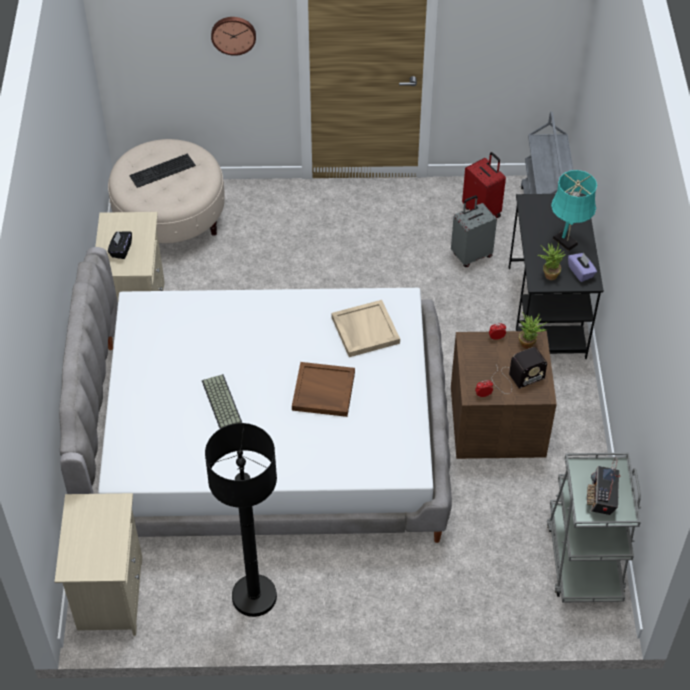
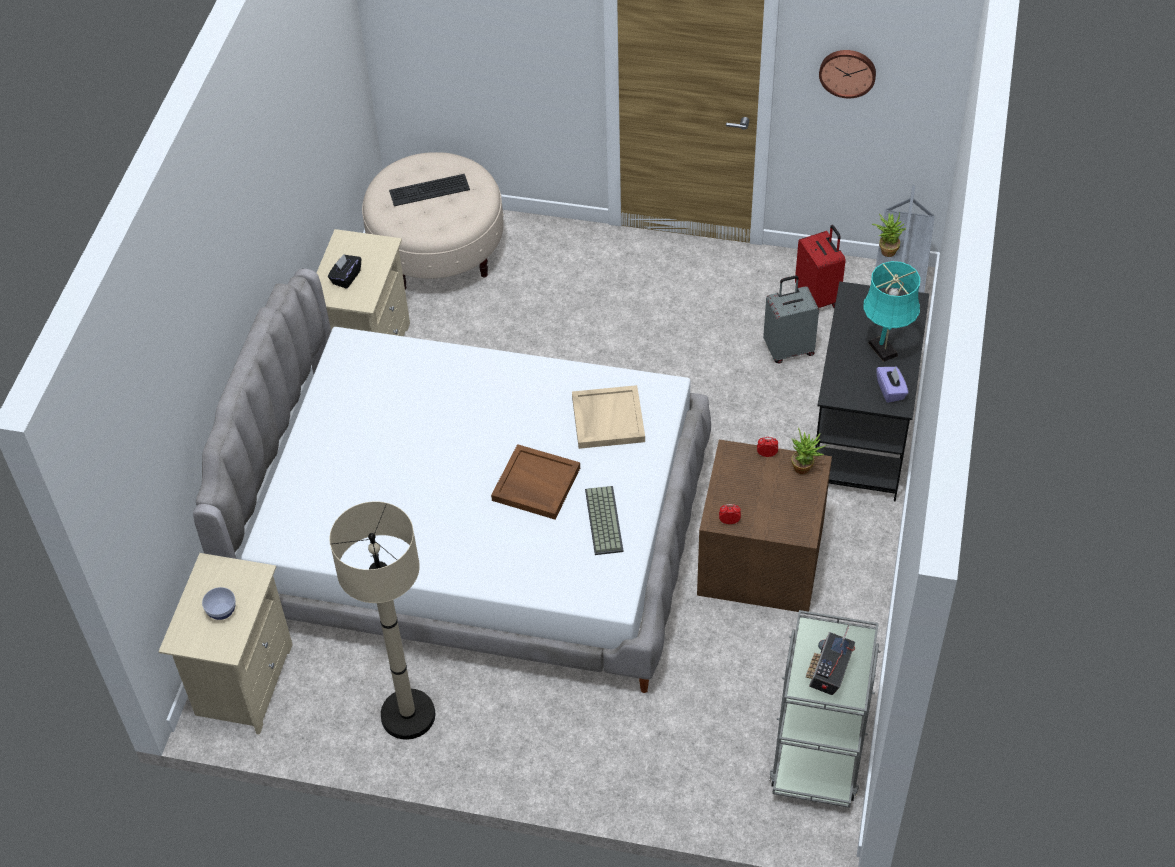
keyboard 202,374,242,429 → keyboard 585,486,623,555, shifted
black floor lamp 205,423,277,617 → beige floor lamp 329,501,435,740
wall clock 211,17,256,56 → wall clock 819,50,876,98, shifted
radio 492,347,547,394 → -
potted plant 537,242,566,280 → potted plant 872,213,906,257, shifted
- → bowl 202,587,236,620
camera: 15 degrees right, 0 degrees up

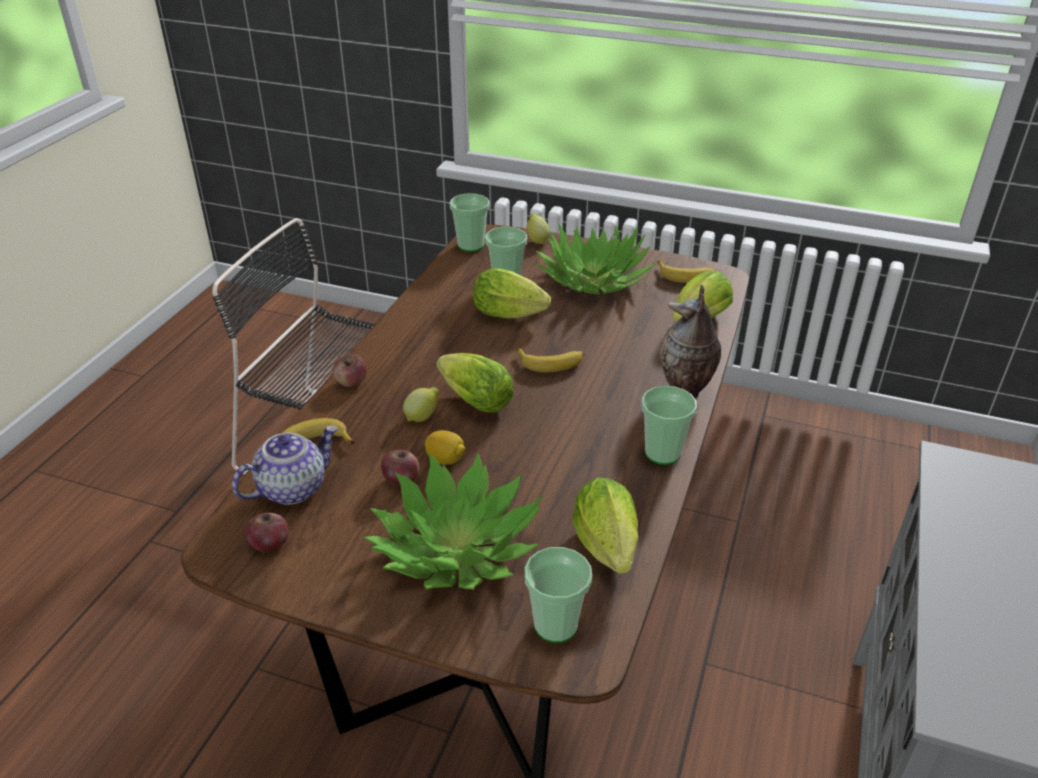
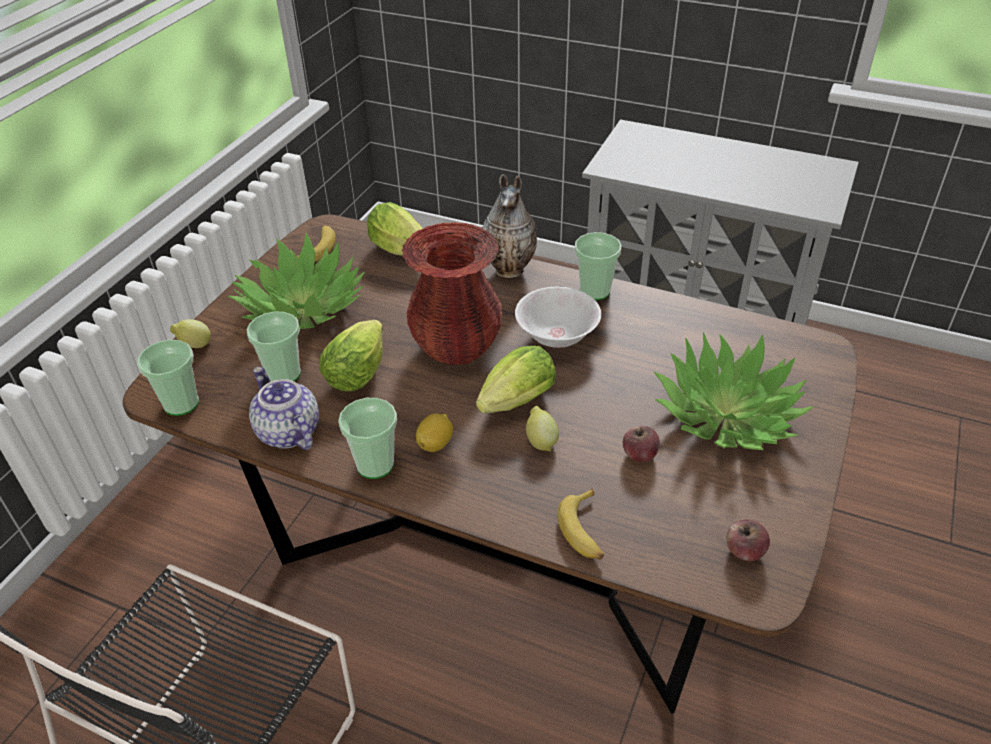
teapot 232,425,338,505 → teapot 249,367,319,450, shifted
apple 333,354,367,387 → -
lemon 425,430,465,465 → lemon 416,413,453,452, shifted
banana 516,348,584,372 → red vase 402,222,502,365
cup 525,547,592,643 → cup 338,398,397,479, shifted
lettuce 572,478,638,574 → -
- → white bowl 515,287,601,348
camera: 85 degrees left, 5 degrees up

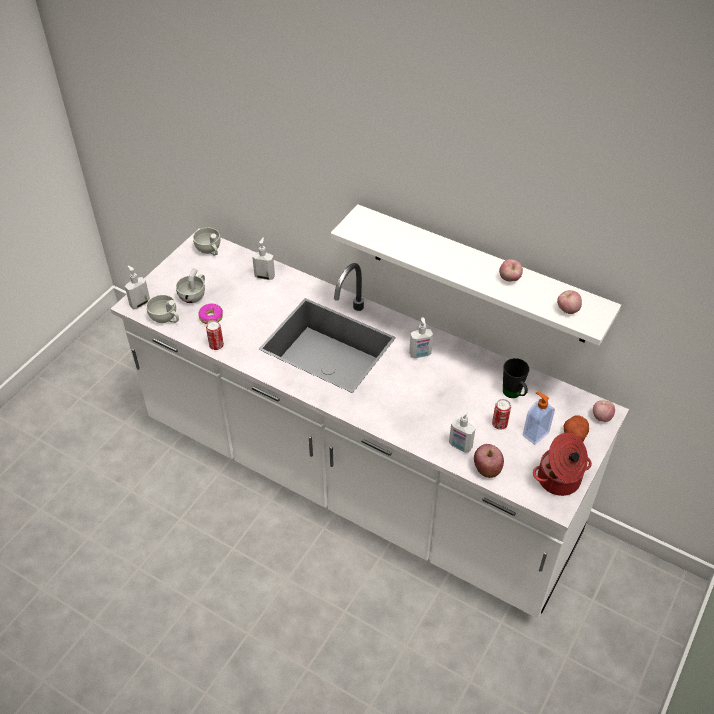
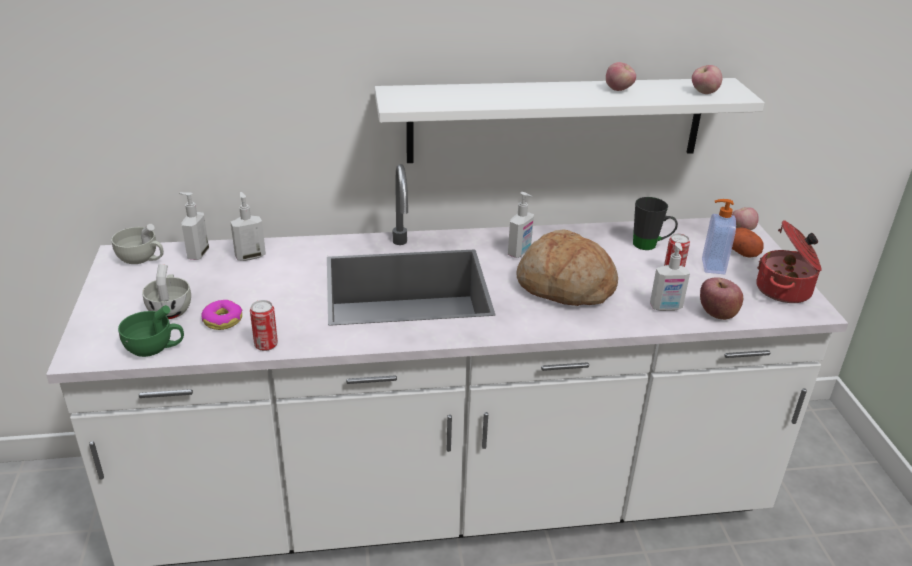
soap dispenser 125,265,150,309 → soap dispenser 179,192,209,260, shifted
white cup 146,295,179,323 → green cup 118,305,184,357
- → bread 516,229,618,306
camera: 40 degrees left, 15 degrees down

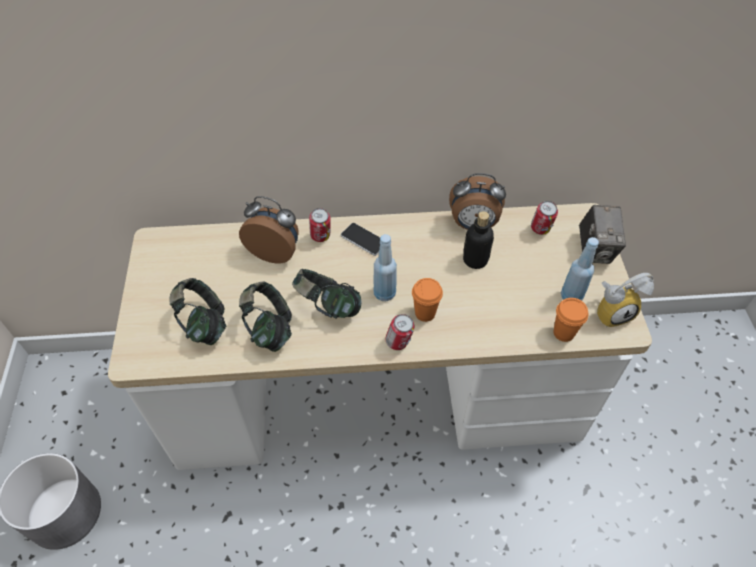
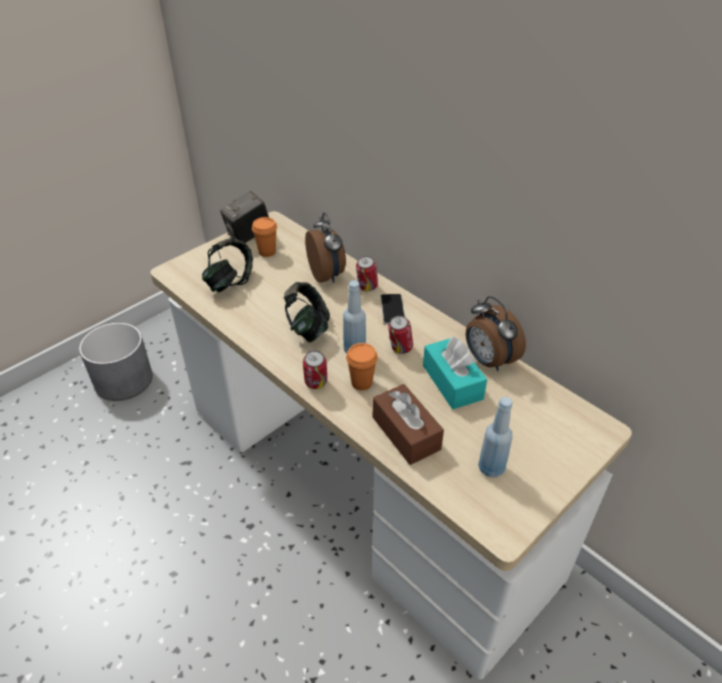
headphones 239,282,292,352 → -
bottle 463,211,494,269 → turquoise tissue box 423,337,487,409
can 531,201,558,235 → can 388,315,413,354, shifted
orange cup 553,298,589,342 → orange cup 252,217,277,257, shifted
photo camera 579,205,626,264 → photo camera 220,191,269,243, shifted
alarm clock 597,273,654,328 → -
- → brown tissue box 373,384,444,465
camera: 50 degrees right, 10 degrees down

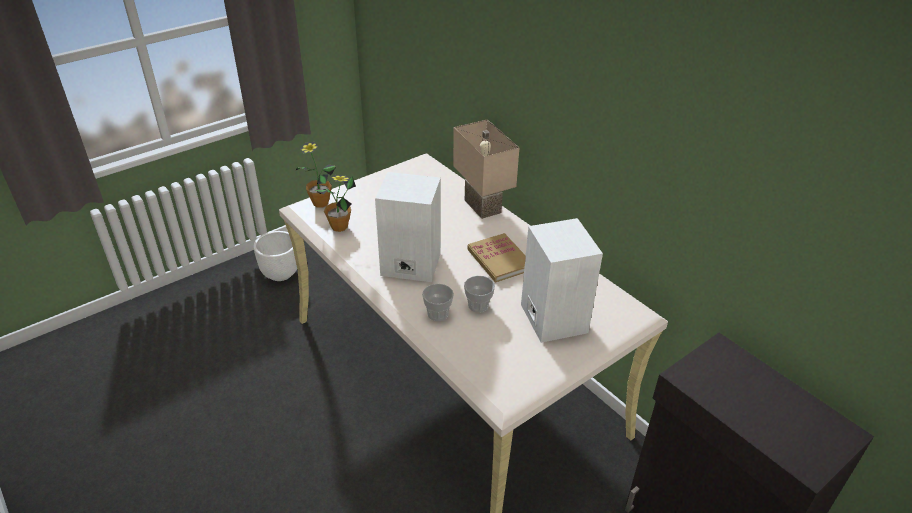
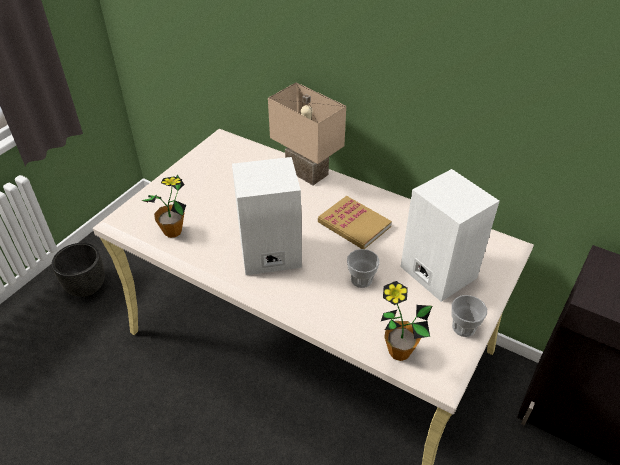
white planter 253,231,297,281 → black planter 52,243,105,297
potted plant 296,142,336,208 → potted plant 381,281,432,361, shifted
cup 422,284,454,321 → cup 451,295,487,337, shifted
camera: 20 degrees left, 5 degrees up

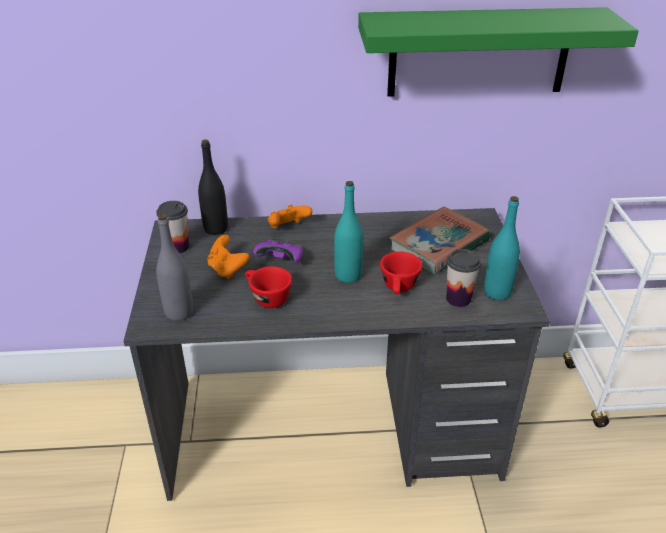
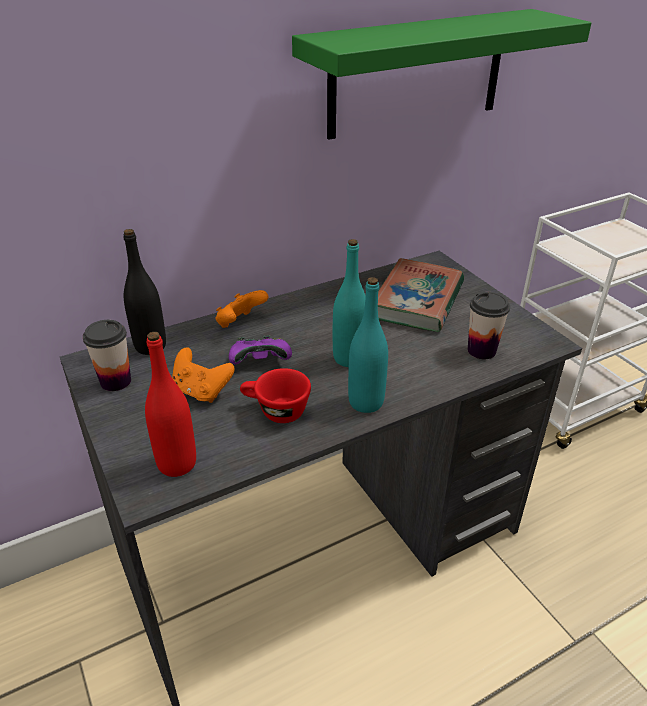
grey bottle 156,214,193,321 → red bottle 145,332,196,477
red cup 380,252,422,294 → -
turquoise bottle 484,196,520,300 → turquoise bottle 348,277,388,413, shifted
camera: 25 degrees left, 0 degrees up

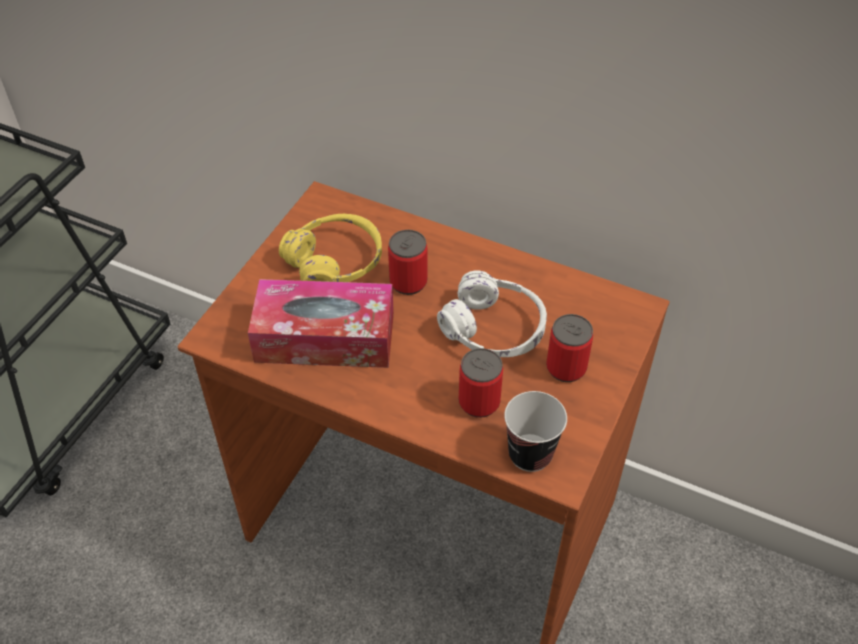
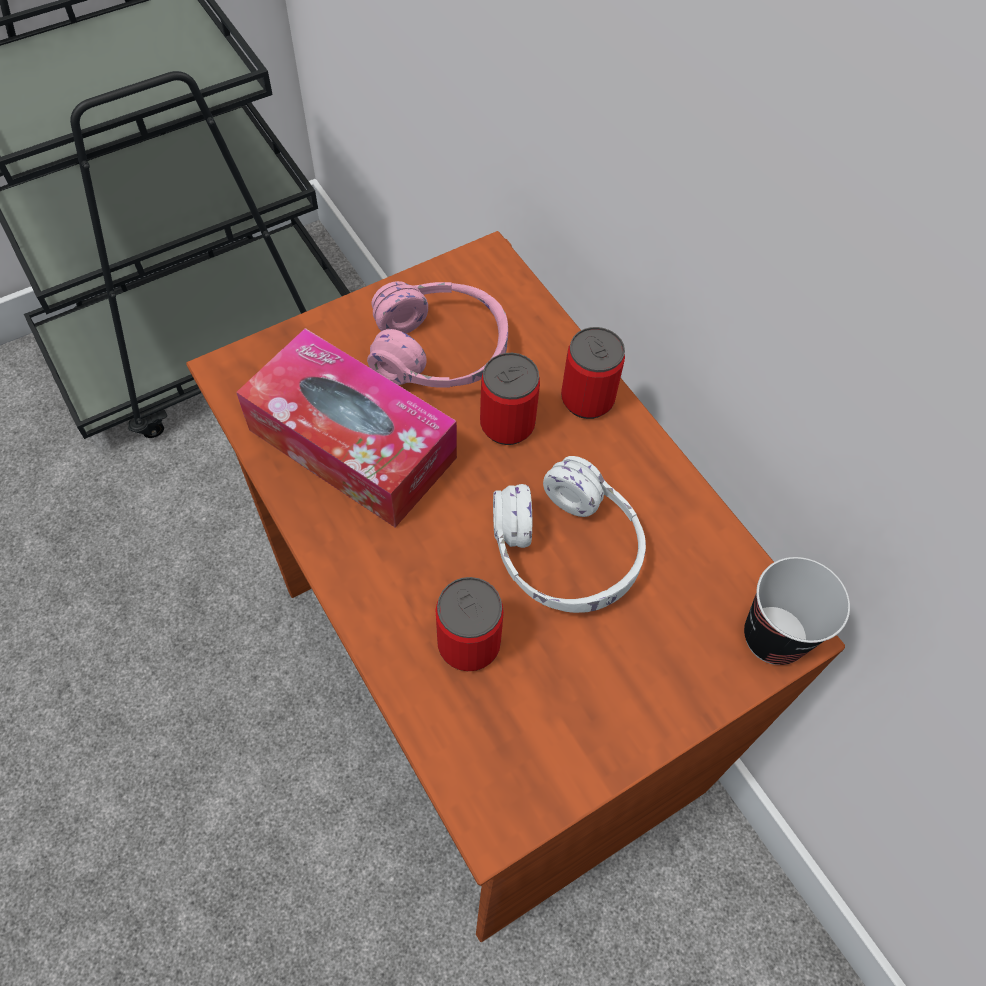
yellow headphones 279,214,382,282 → pink headphones 367,281,508,387
cup 504,391,567,472 → cup 744,557,850,665, shifted
can 546,314,593,382 → can 561,327,625,419, shifted
camera: 30 degrees right, 10 degrees up

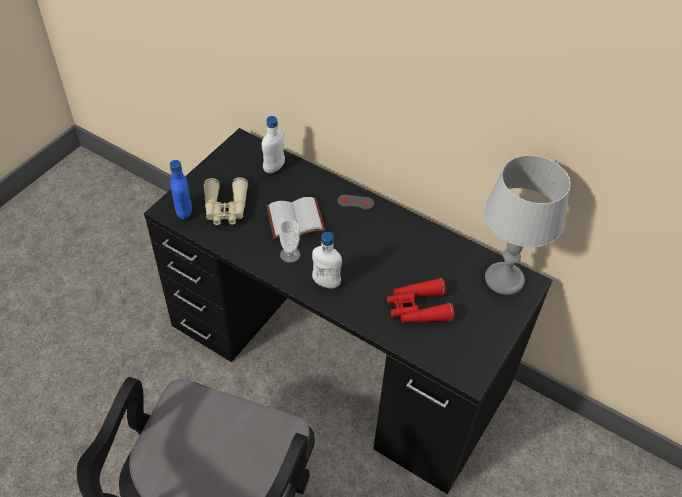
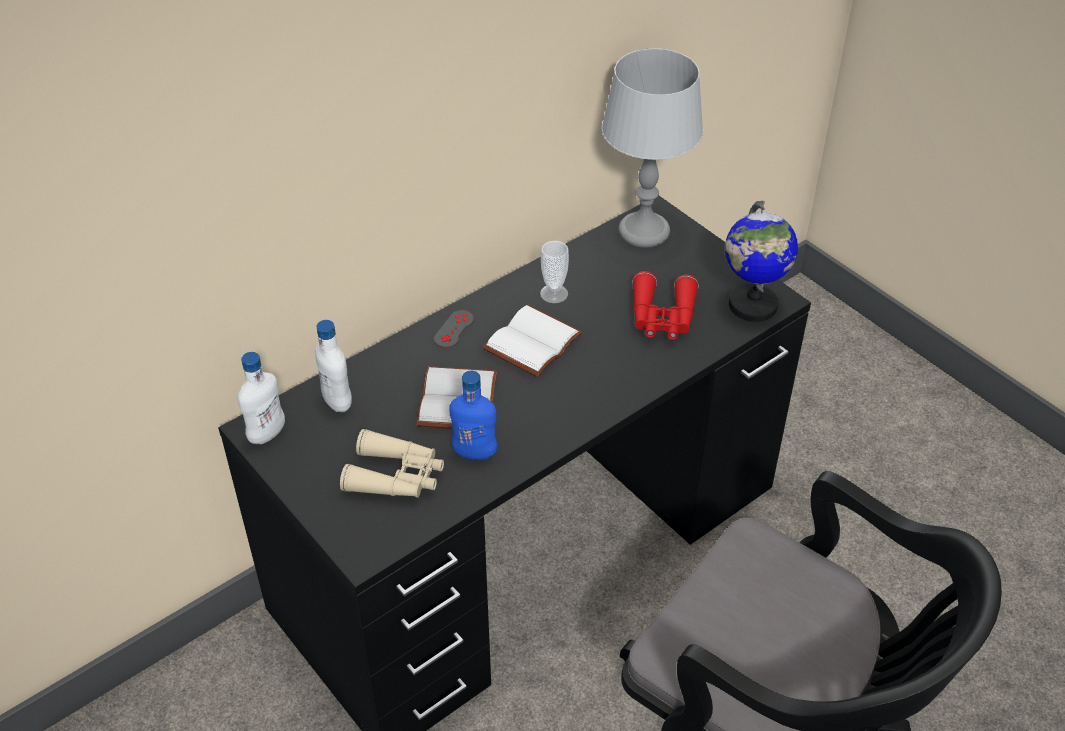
blue bottle 170,160,192,220 → blue bottle 449,370,497,460, shifted
cup 279,220,300,263 → cup 540,241,569,303, shifted
white bottle 312,232,342,289 → white bottle 238,352,285,444, shifted
- → white book 483,305,583,377
- → globe 725,200,798,322
camera: 70 degrees left, 5 degrees down

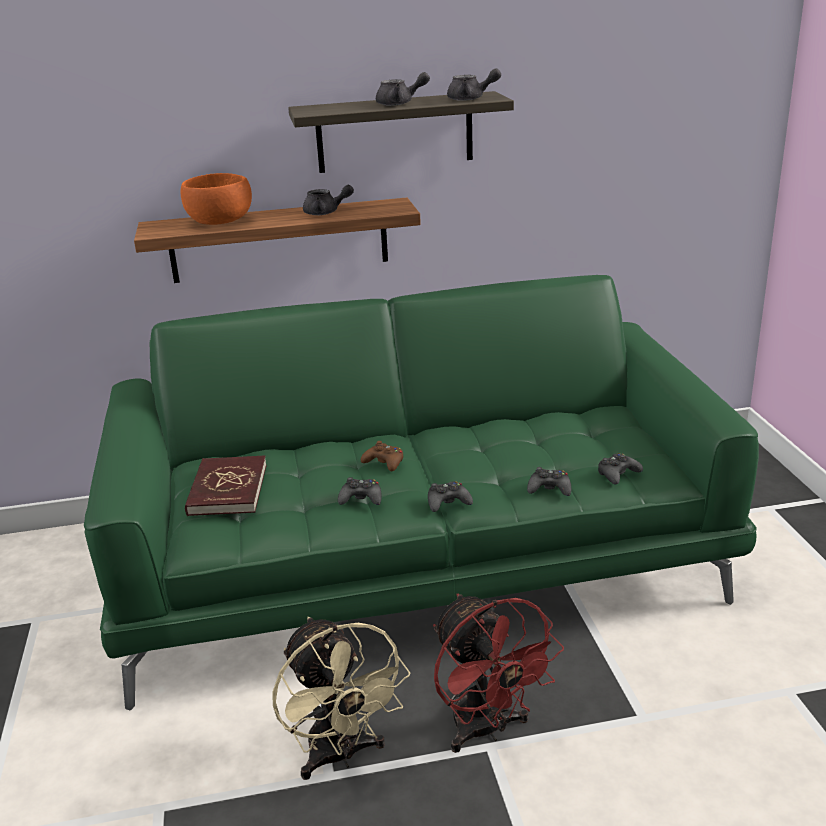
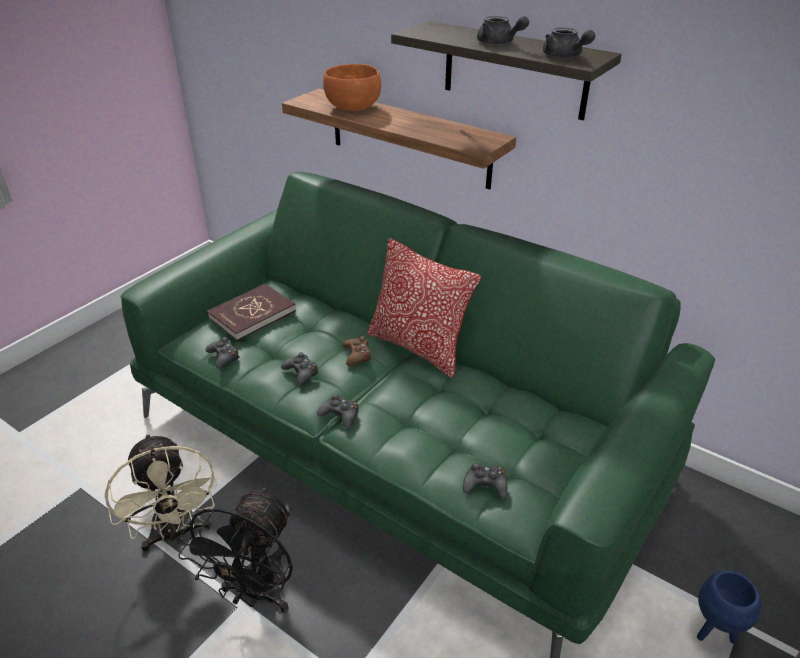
beige fan 273,617,410,780 → beige fan 105,433,218,552, 45 degrees counterclockwise
grey teapot 303,185,354,215 → -
red fan 433,594,564,753 → black fan 178,486,293,613
black game controller 527,467,571,496 → black game controller 206,337,240,369, shifted
- → pillow 367,238,481,378
- → blue planter 697,570,761,644
camera: 45 degrees right, 10 degrees up

